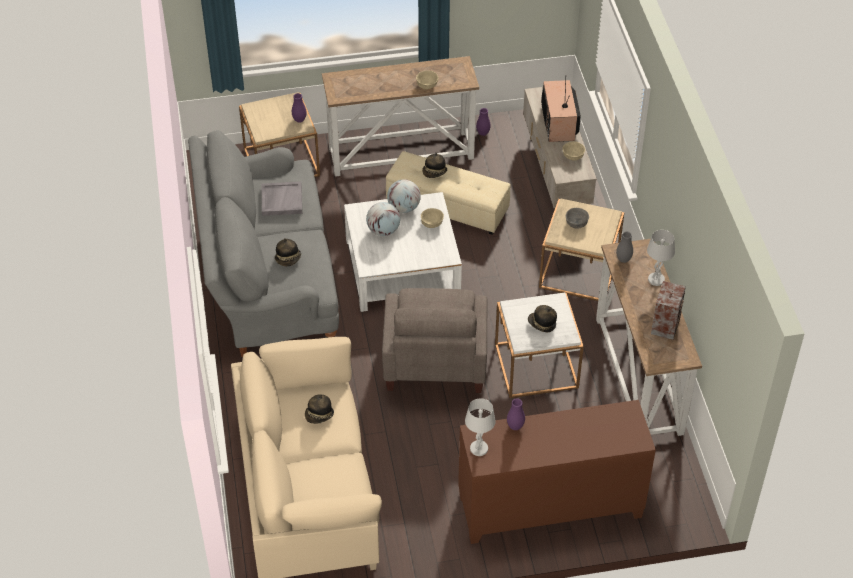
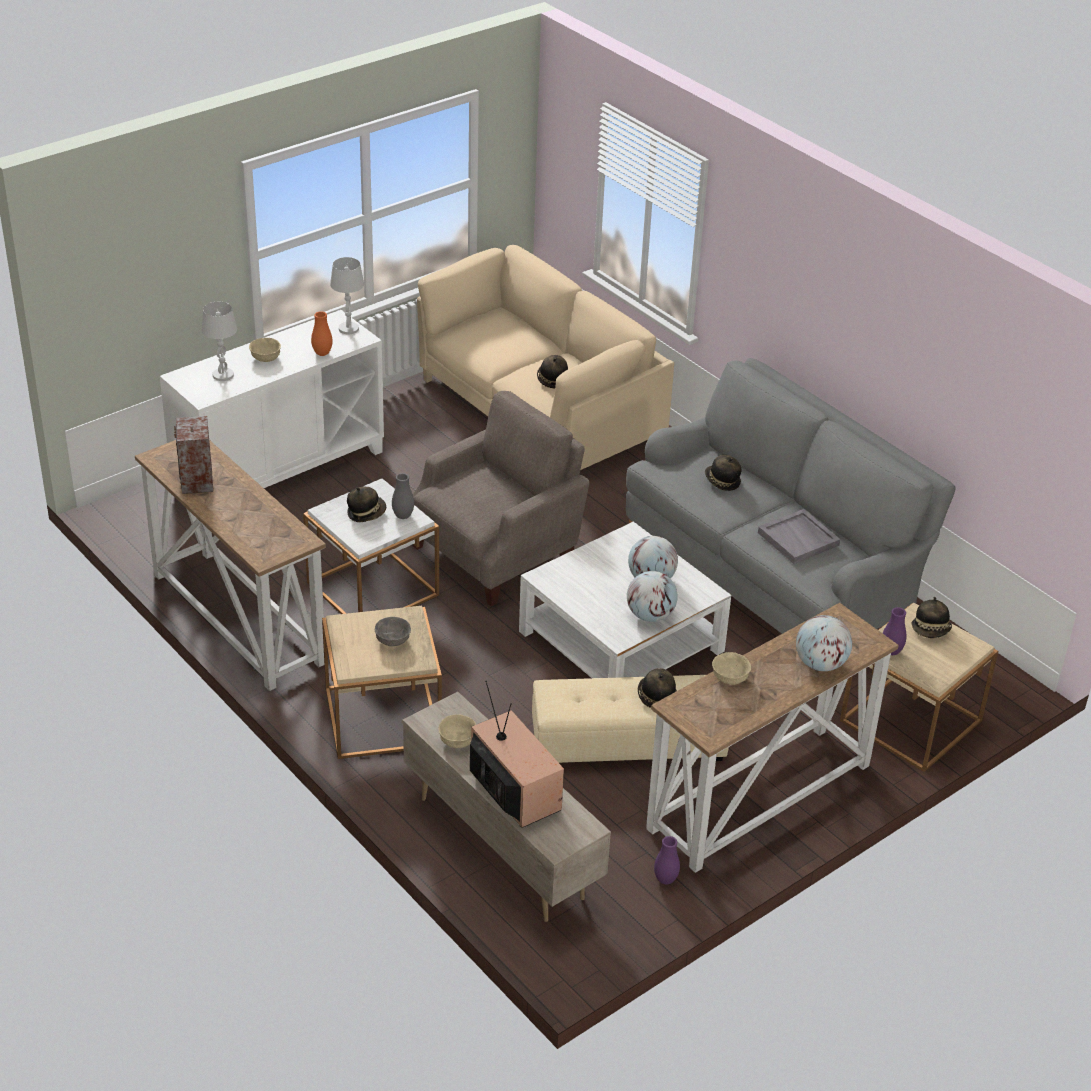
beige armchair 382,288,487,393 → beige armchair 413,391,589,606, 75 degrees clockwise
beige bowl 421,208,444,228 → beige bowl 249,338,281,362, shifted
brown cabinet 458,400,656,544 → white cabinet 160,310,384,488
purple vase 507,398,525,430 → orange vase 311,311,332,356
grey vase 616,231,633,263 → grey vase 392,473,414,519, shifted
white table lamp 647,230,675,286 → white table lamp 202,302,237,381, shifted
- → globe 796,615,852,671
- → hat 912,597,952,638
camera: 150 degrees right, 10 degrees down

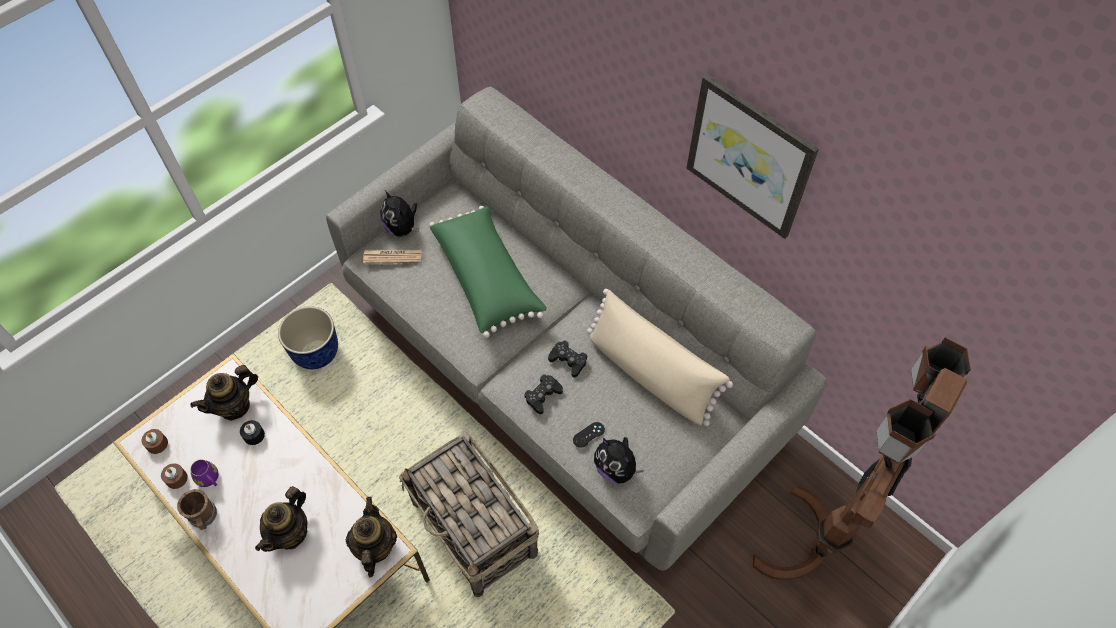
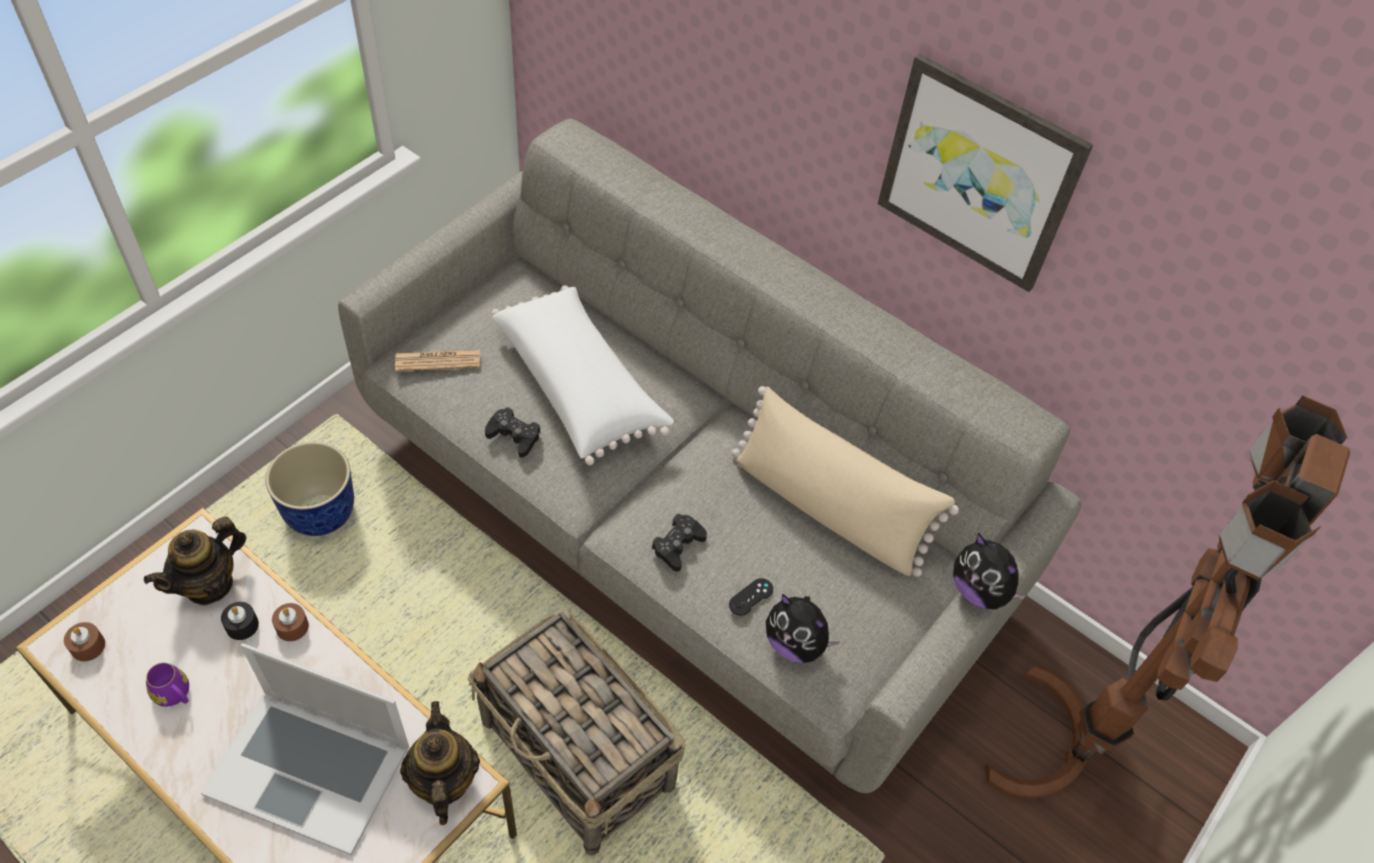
brown candle 161,463,188,489 → brown candle 272,603,309,641, shifted
brown mug 177,489,217,530 → -
teapot 255,486,307,552 → laptop 201,643,409,856
plush toy 380,190,419,237 → plush toy 953,533,1027,609, shifted
green pillow 430,206,547,338 → white pillow 491,285,674,465
black game controller 548,341,587,378 → black game controller 485,407,540,458, shifted
camera: 10 degrees left, 5 degrees down

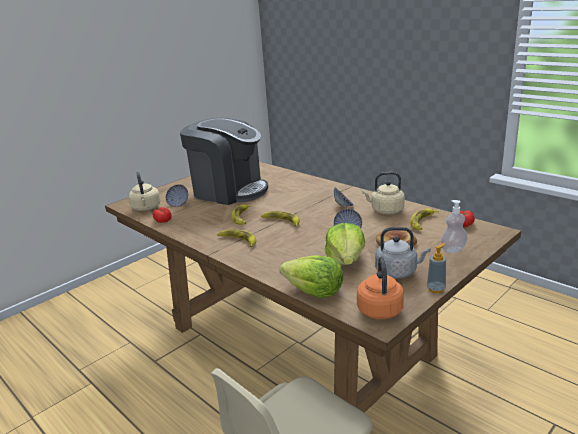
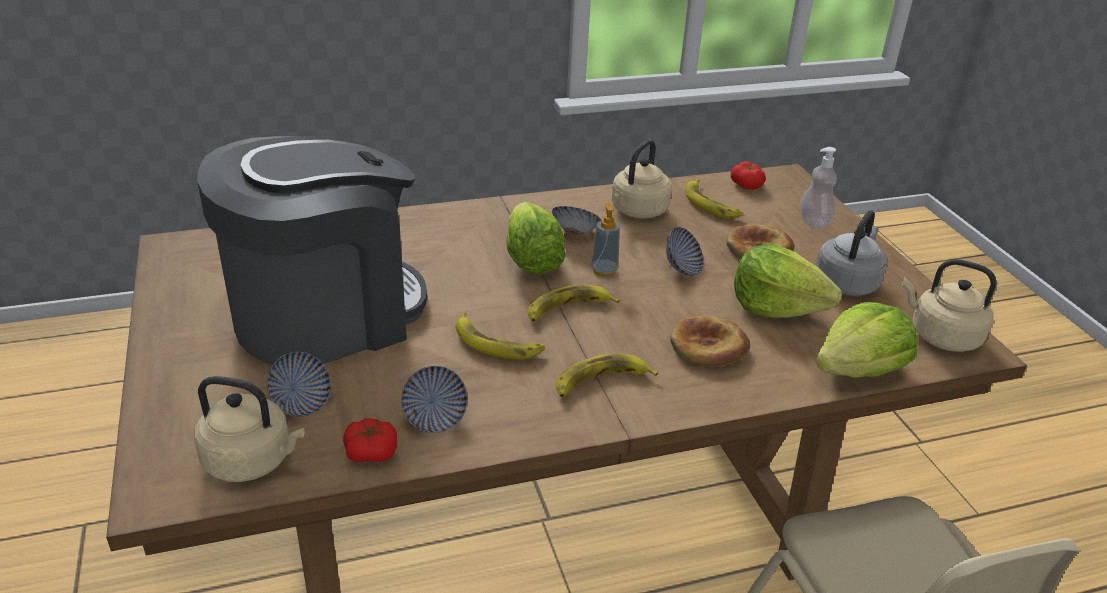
orange kettle 357,257,404,319 → beige kettle 902,259,997,352
soap dispenser 427,243,446,293 → soap dispenser 591,201,620,277, shifted
- → bowl 401,366,468,433
- → lettuce 506,202,565,274
- → bread 670,316,750,367
camera: 65 degrees left, 10 degrees up

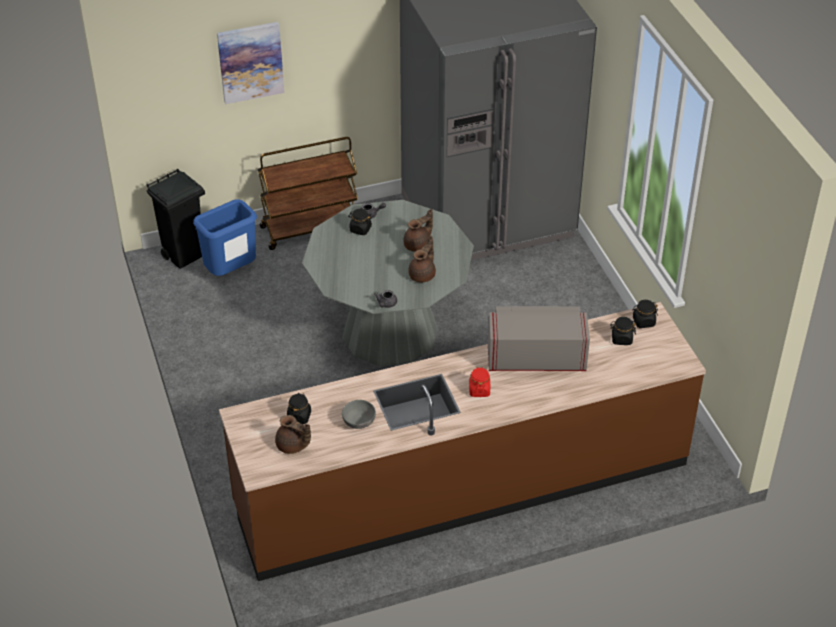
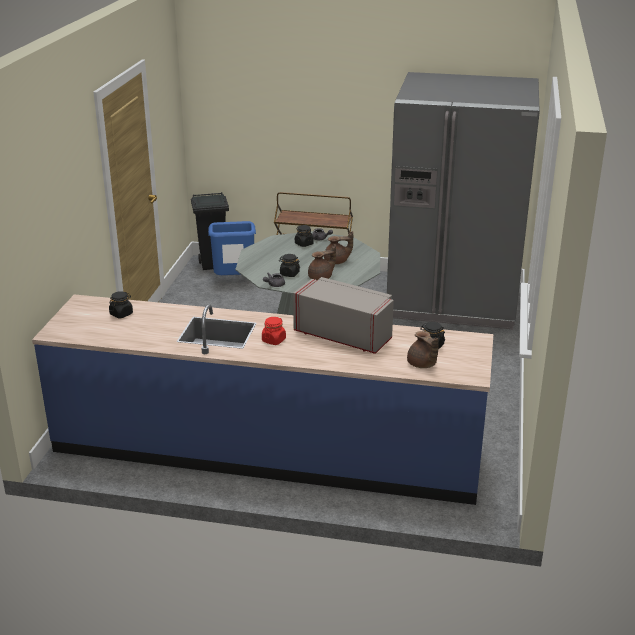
picture 217,22,284,104 → -
brown counter 219,302,706,581 → blue counter 32,294,493,505
brown teapot 275,415,311,454 → brown teapot 407,331,439,368, shifted
grey bowl 342,400,376,429 → -
black jar 632,300,658,328 → black jar 279,254,300,277, shifted
camera: 30 degrees right, 15 degrees down

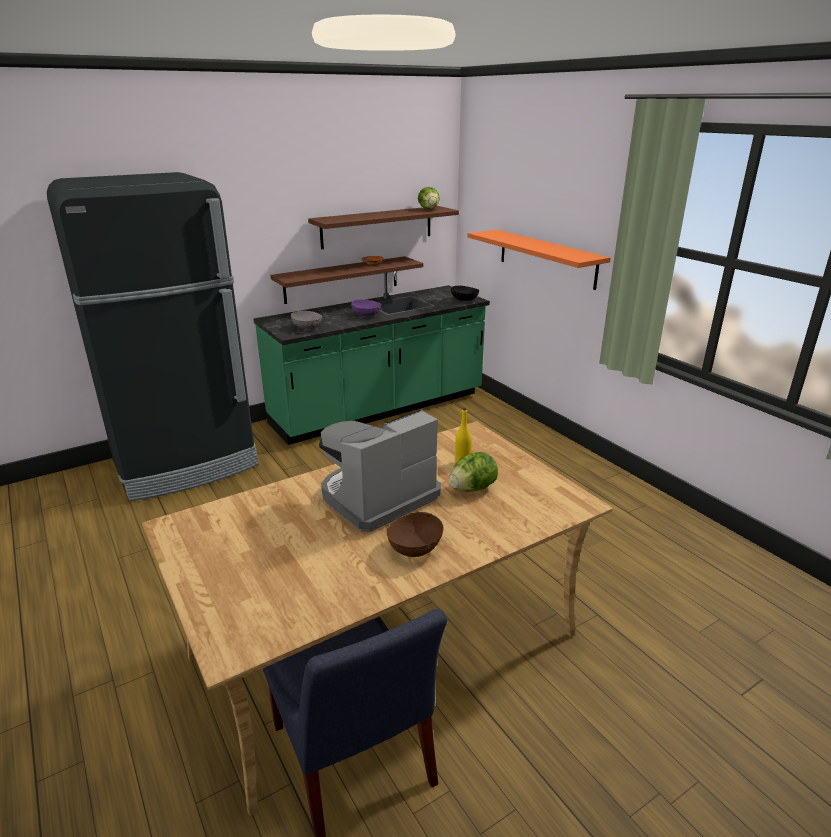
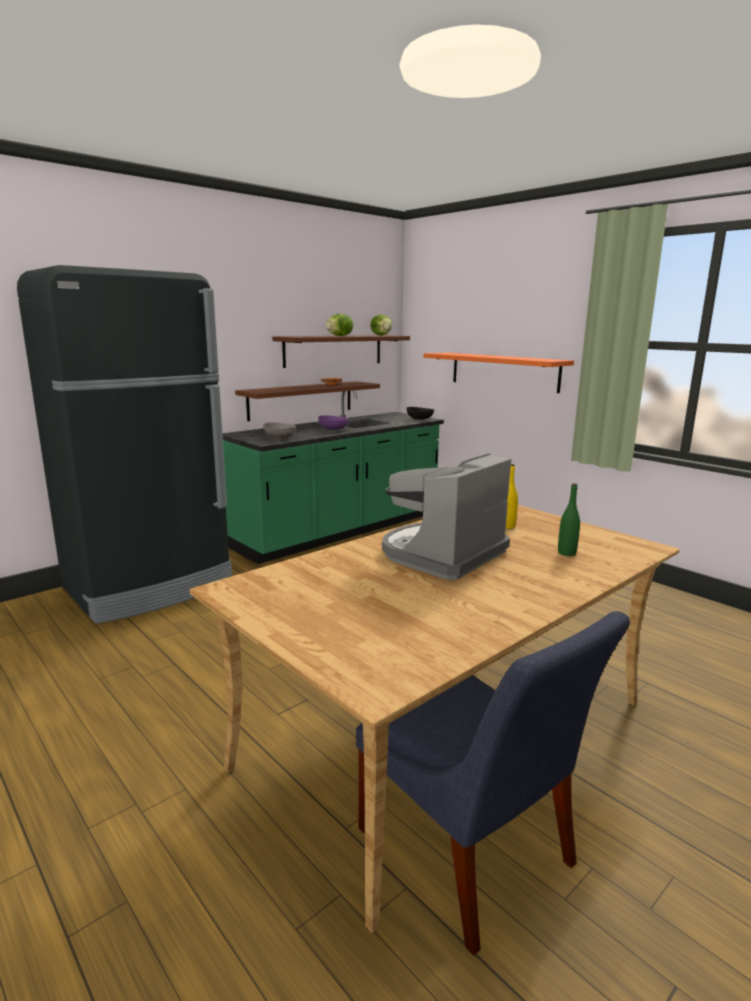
brown bowl 386,512,443,557 → -
lettuce 449,452,498,492 → lettuce 326,314,353,336, shifted
- → green bottle 558,483,580,556
camera: 10 degrees left, 10 degrees down

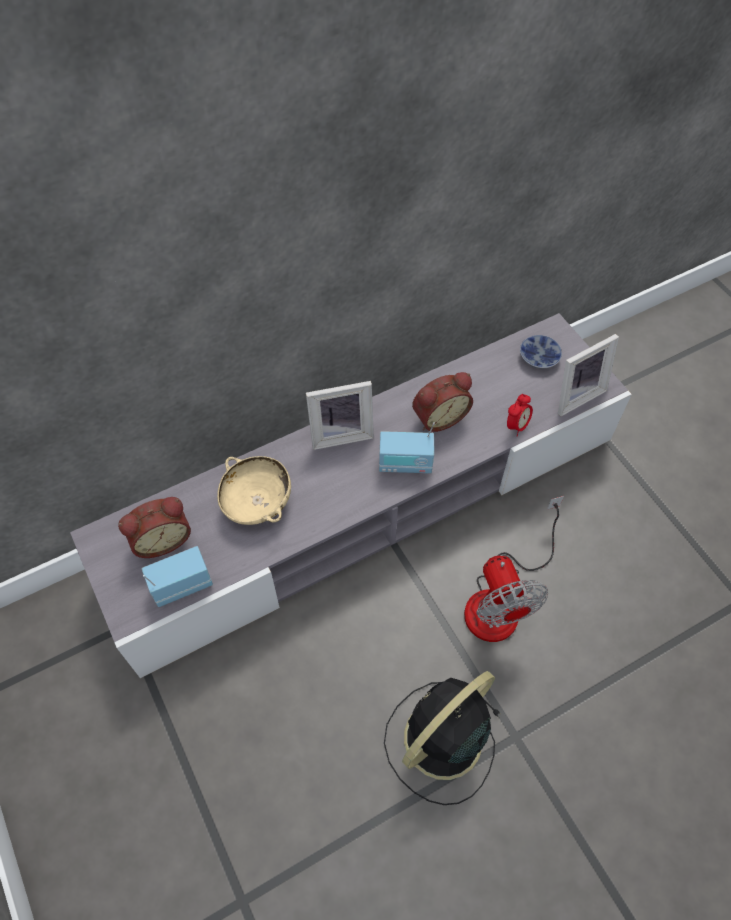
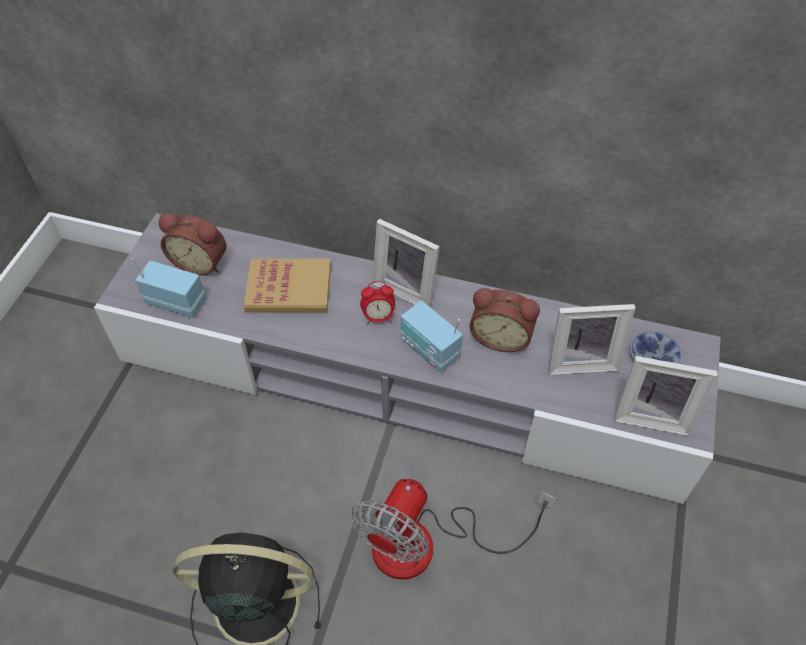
beige bowl 217,456,291,525 → book 244,259,331,313
alarm clock 507,394,533,437 → alarm clock 360,281,395,325, shifted
- → picture frame 548,304,635,375
camera: 45 degrees right, 5 degrees down

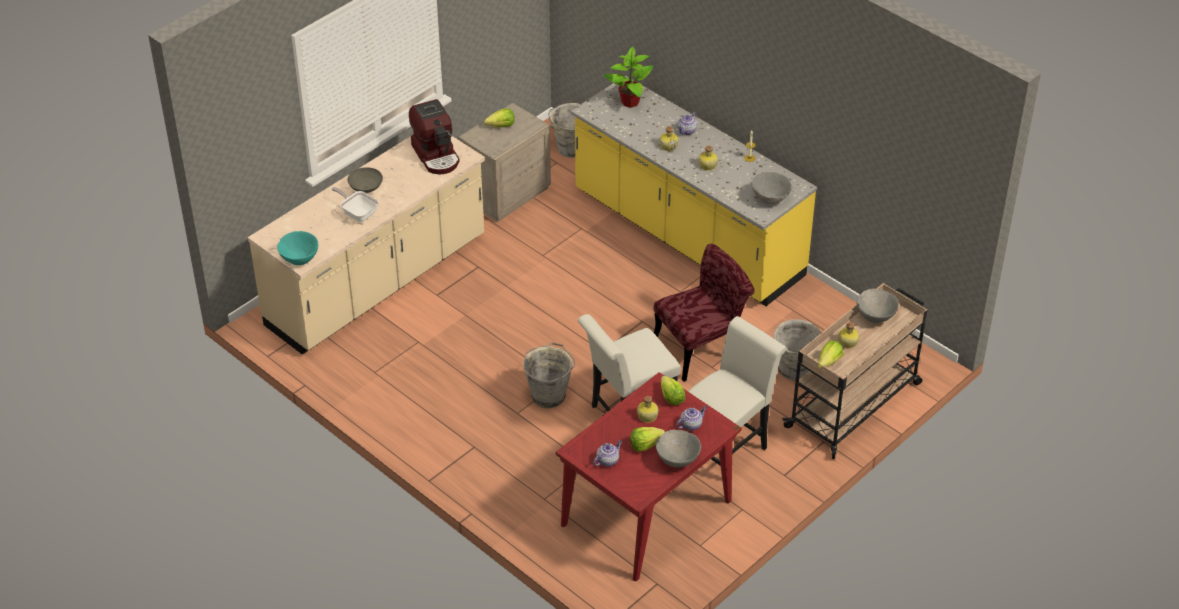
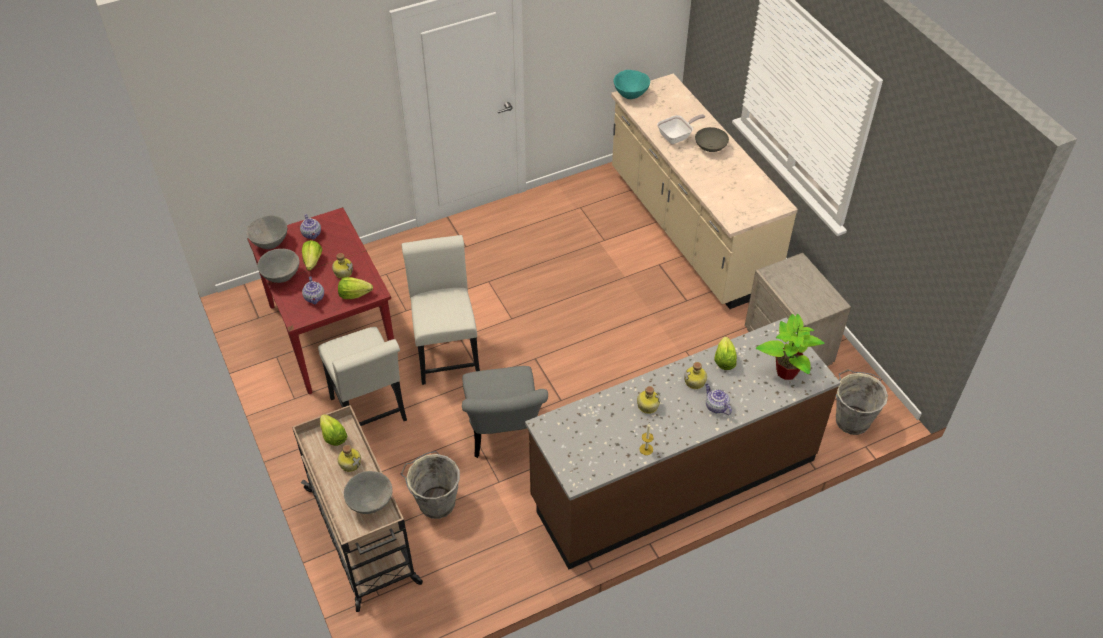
coffee machine 409,99,460,174 → -
lettuce 484,108,515,127 → lettuce 714,337,737,370, shifted
grey bucket 523,342,576,408 → -
yellow counter 571,76,817,306 → brown counter 525,318,840,569
red chair 653,244,755,382 → grey chair 462,366,548,458
grey bowl 752,172,792,204 → grey bowl 246,215,287,249, shifted
camera: 110 degrees right, 5 degrees up

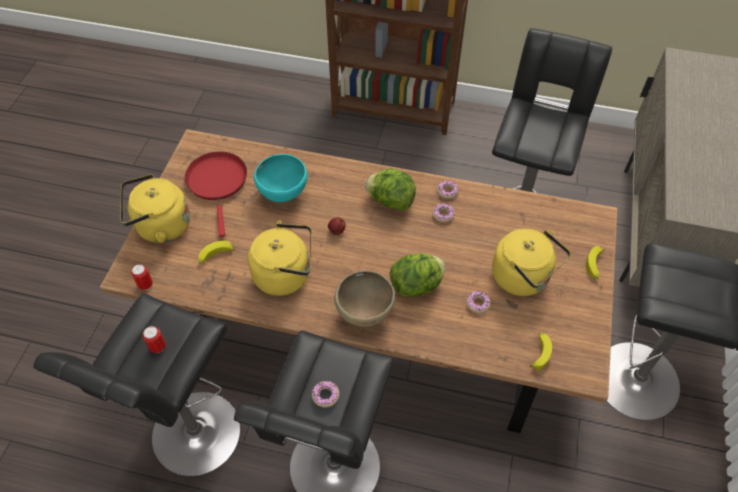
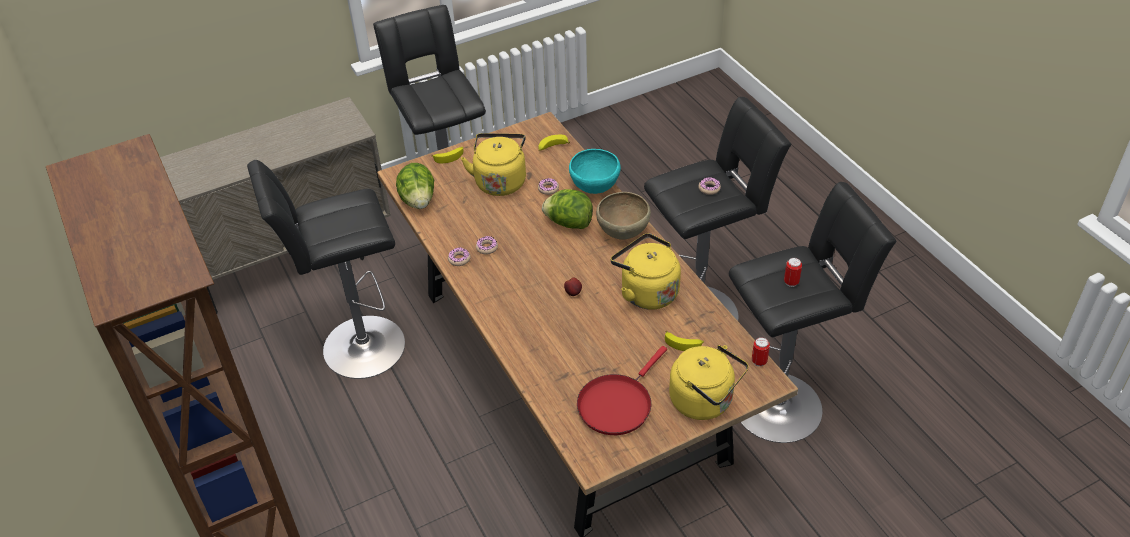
turquoise bowl 254,154,307,202 → turquoise bowl 569,149,621,194, shifted
lettuce 365,168,416,211 → lettuce 396,163,434,209, shifted
camera: 130 degrees left, 10 degrees down

